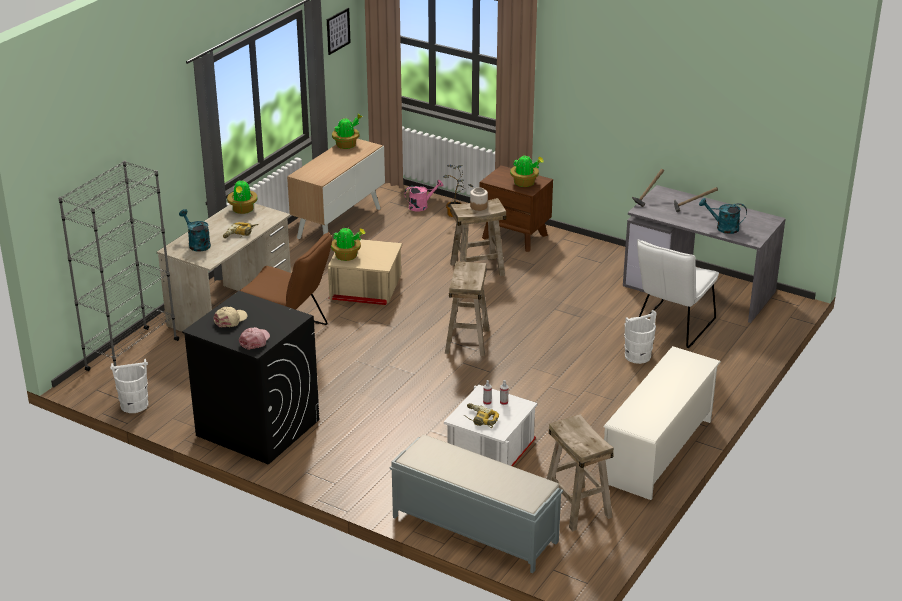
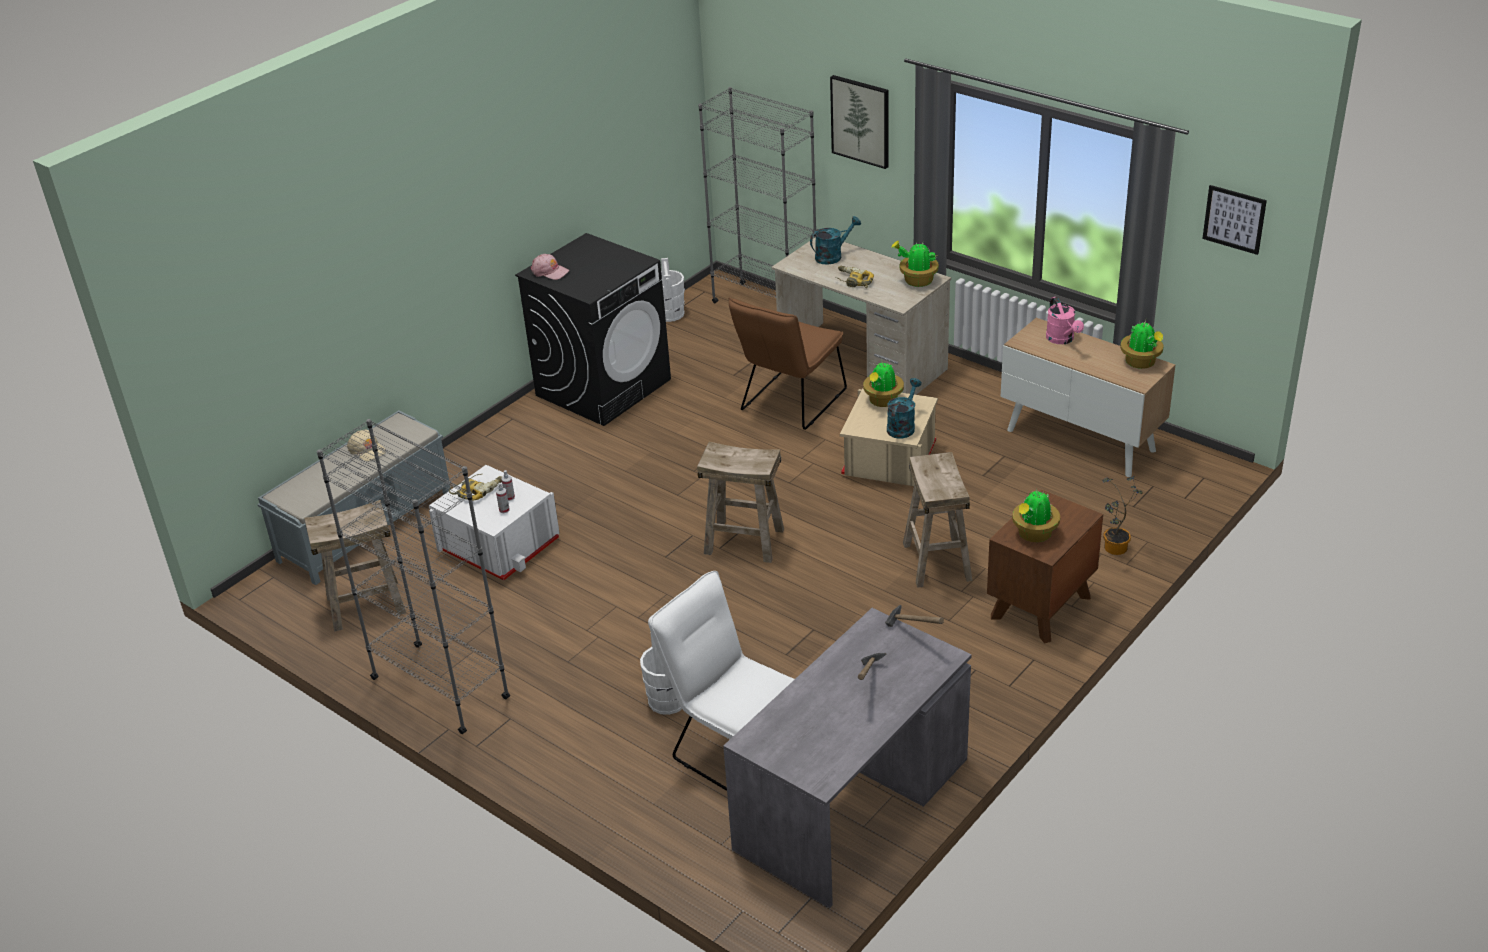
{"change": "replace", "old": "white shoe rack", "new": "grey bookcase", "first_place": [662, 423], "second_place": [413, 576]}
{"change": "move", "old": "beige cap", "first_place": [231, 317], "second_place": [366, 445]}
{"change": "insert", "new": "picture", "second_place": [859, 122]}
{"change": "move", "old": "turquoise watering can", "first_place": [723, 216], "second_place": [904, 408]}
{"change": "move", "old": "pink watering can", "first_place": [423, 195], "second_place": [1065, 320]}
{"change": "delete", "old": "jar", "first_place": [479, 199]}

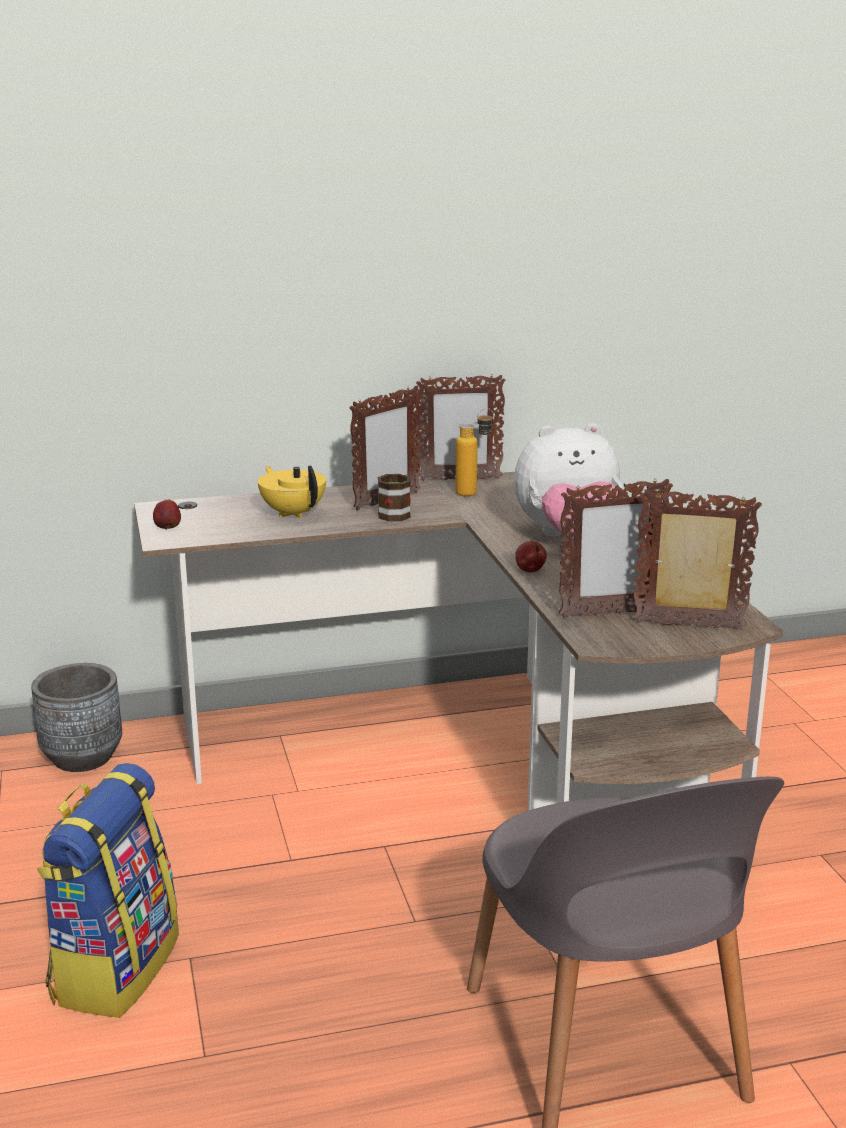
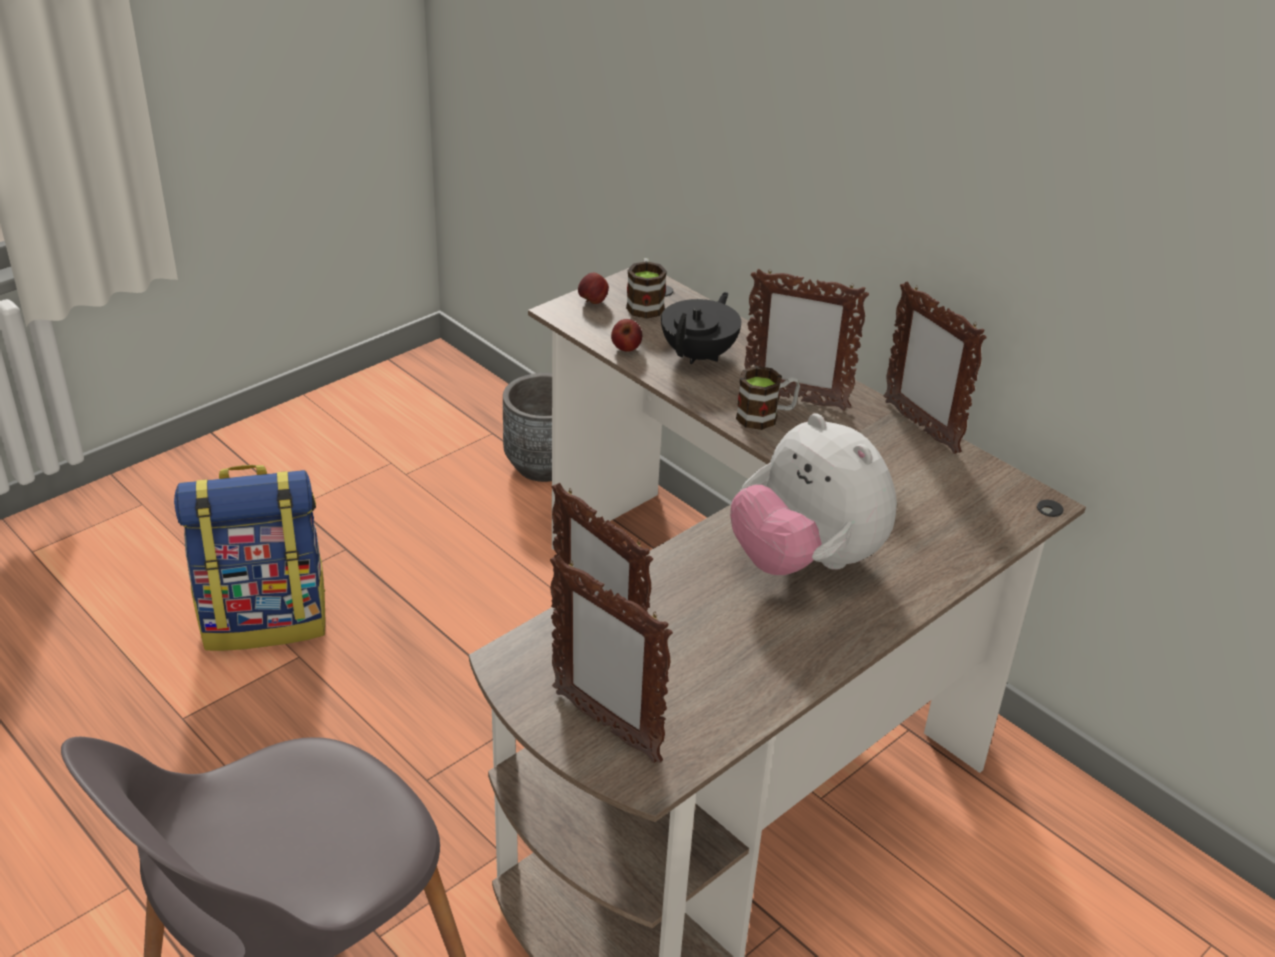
{"change": "rotate", "old": "picture frame", "first_place": [697, 559], "second_place": [611, 659], "degrees": 150}
{"change": "move", "old": "apple", "first_place": [531, 556], "second_place": [626, 335]}
{"change": "insert", "new": "mug", "second_place": [646, 288]}
{"change": "recolor", "old": "yellow teapot", "new": "black teapot", "first_place": [292, 492], "second_place": [701, 328]}
{"change": "delete", "old": "bottle", "first_place": [475, 452]}

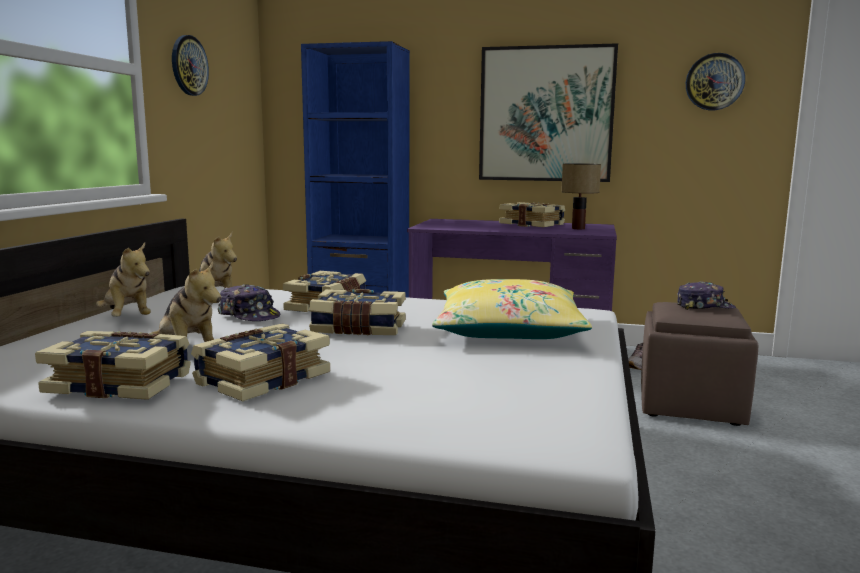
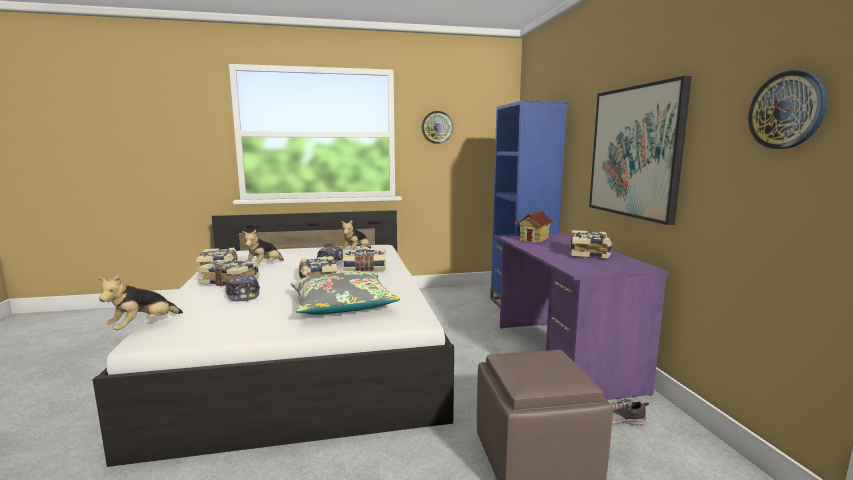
{"change": "move", "old": "plush toy", "first_place": [123, 280], "second_place": [140, 302]}
{"change": "move", "old": "cap", "first_place": [706, 295], "second_place": [243, 288]}
{"change": "recolor", "old": "yellow pillow", "new": "grey pillow", "first_place": [512, 309], "second_place": [345, 293]}
{"change": "insert", "new": "toy house", "second_place": [535, 226]}
{"change": "delete", "old": "table lamp", "first_place": [581, 196]}

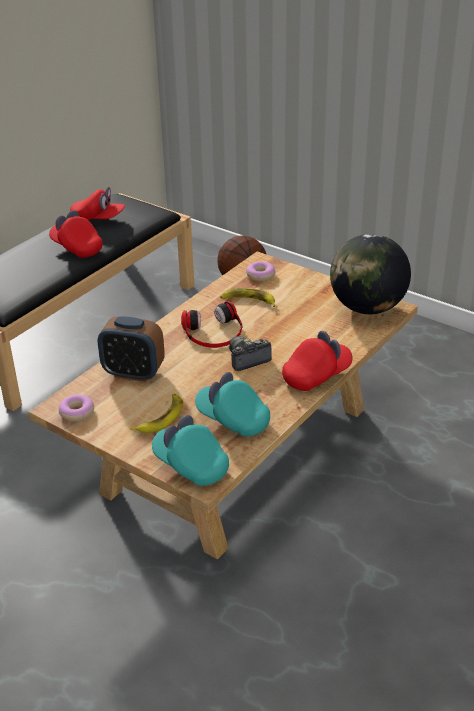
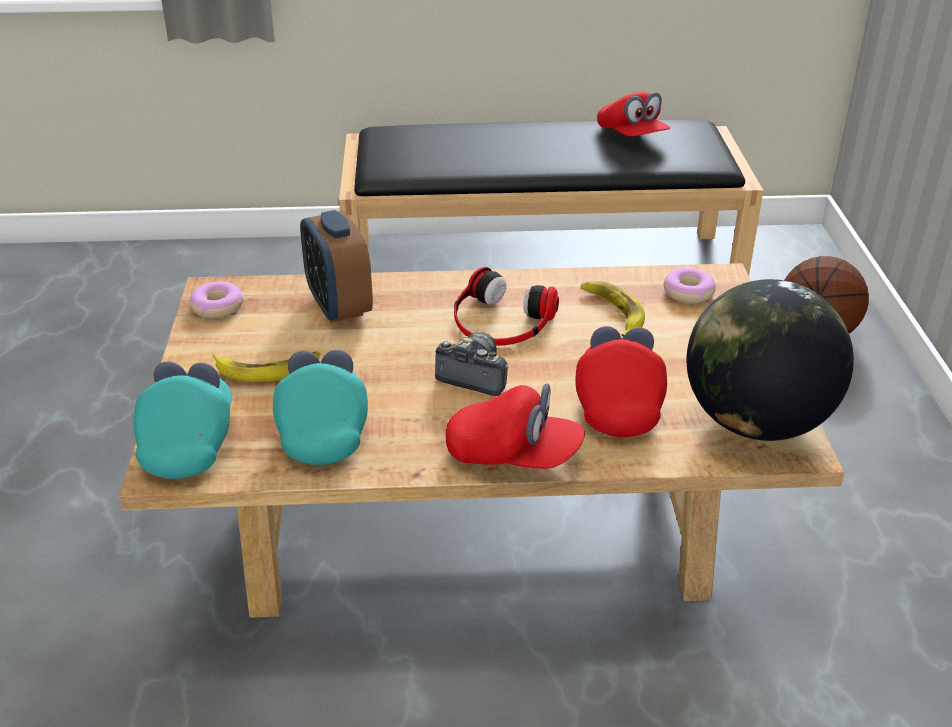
{"change": "move", "old": "red cap", "first_place": [76, 234], "second_place": [621, 381]}

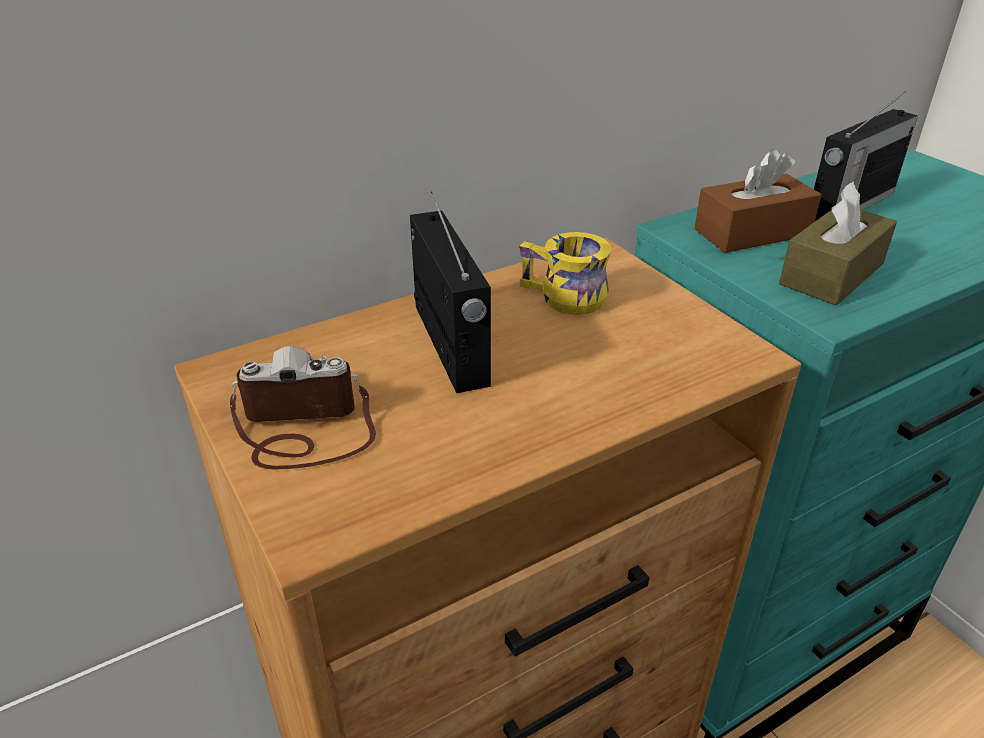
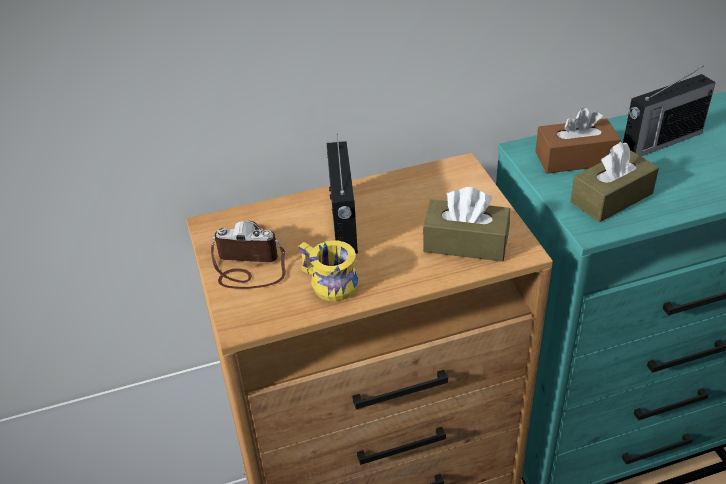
{"change": "move", "old": "yellow mug", "first_place": [565, 273], "second_place": [328, 270]}
{"change": "insert", "new": "brown tissue box", "second_place": [466, 224]}

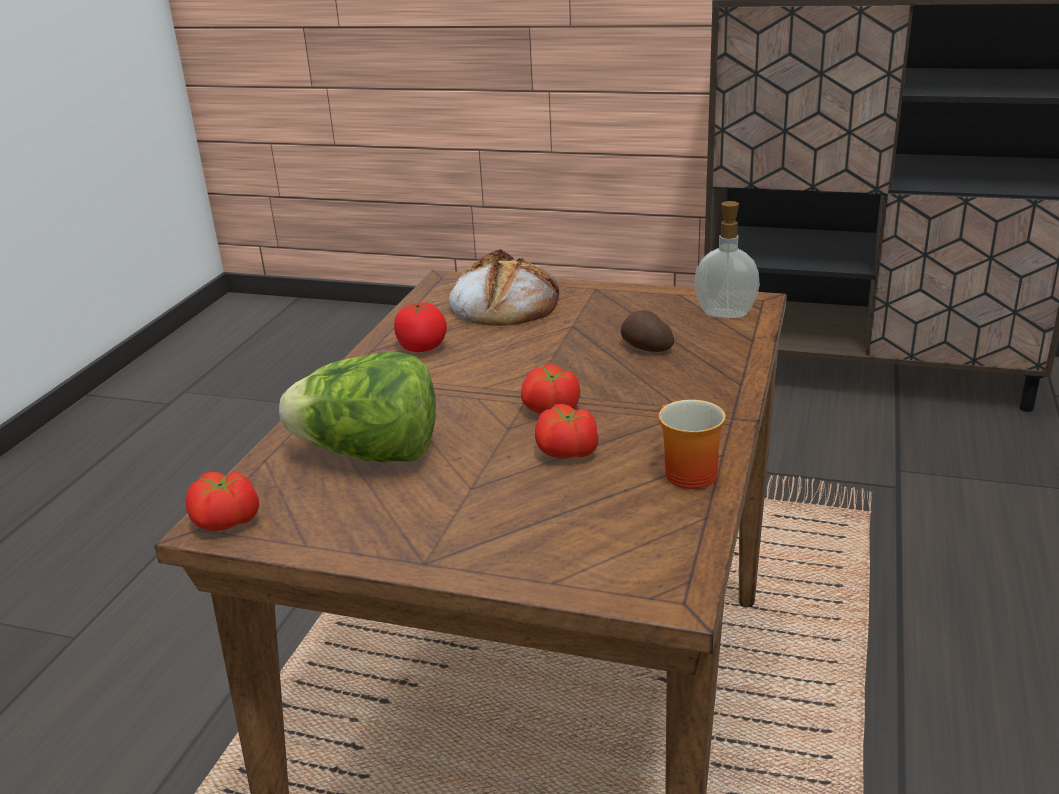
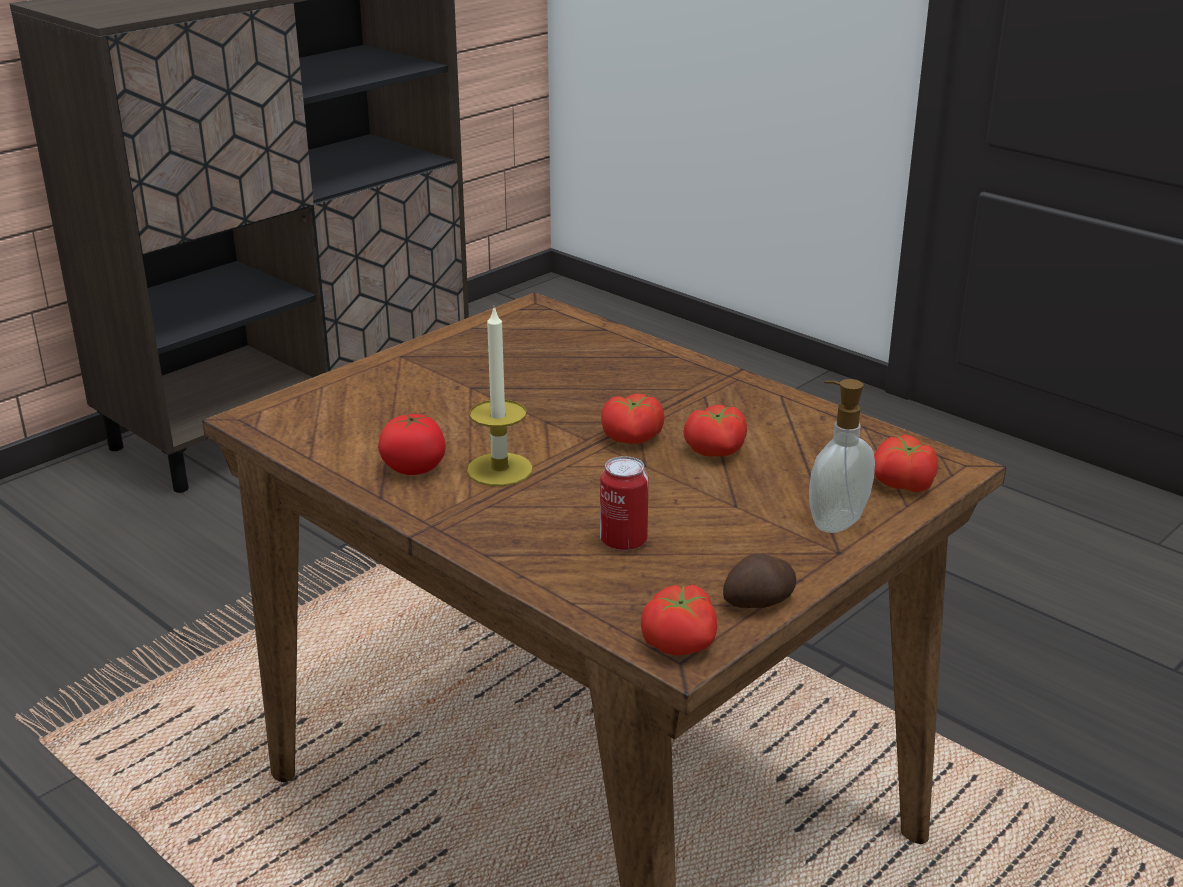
{"change": "insert", "new": "candle", "second_place": [500, 395]}
{"change": "replace", "old": "lettuce", "new": "can", "first_place": [357, 407], "second_place": [624, 503]}
{"change": "move", "old": "potato", "first_place": [647, 331], "second_place": [759, 581]}
{"change": "move", "old": "soap dispenser", "first_place": [727, 259], "second_place": [842, 456]}
{"change": "insert", "new": "tomato", "second_place": [906, 463]}
{"change": "delete", "old": "bread", "first_place": [504, 287]}
{"change": "delete", "old": "mug", "first_place": [692, 444]}

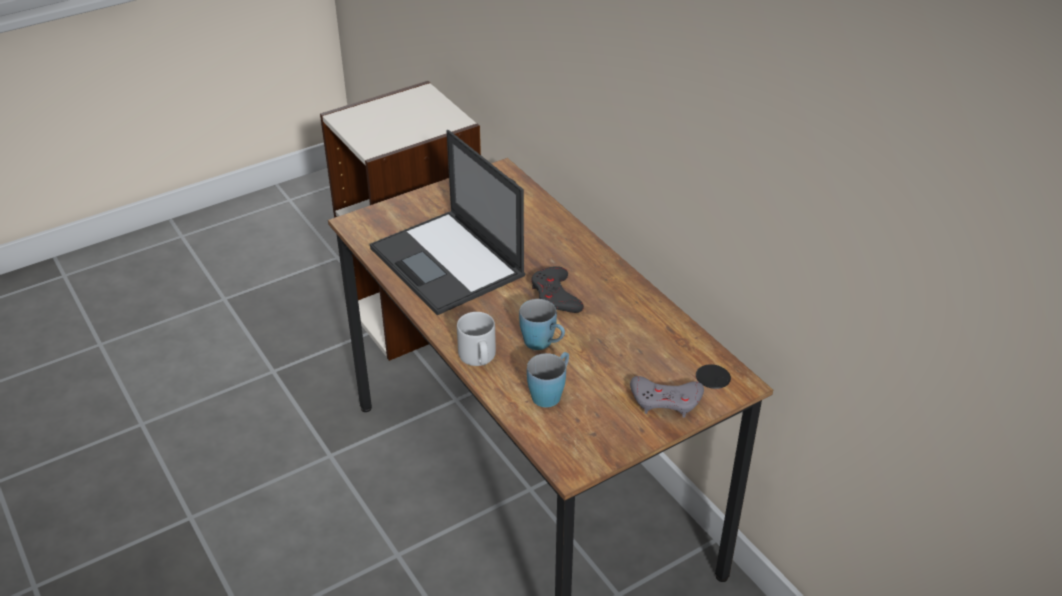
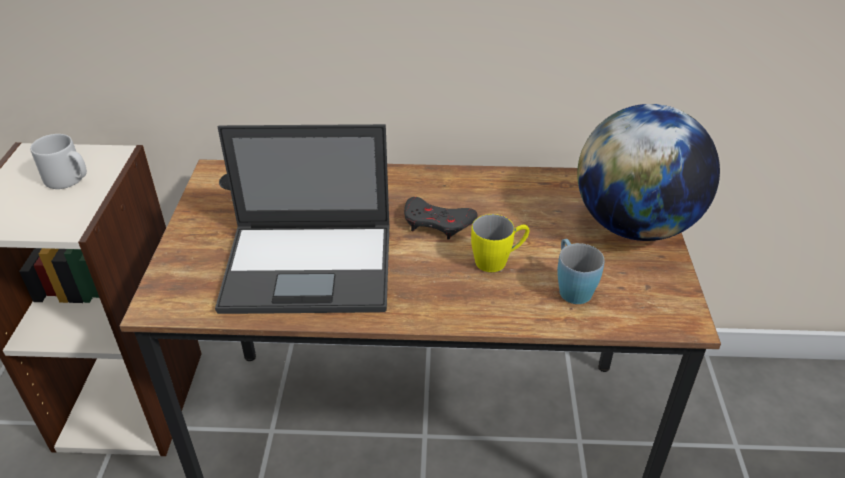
{"change": "move", "old": "grey mug", "first_place": [476, 339], "second_place": [58, 161]}
{"change": "recolor", "old": "blue mug", "new": "yellow mug", "first_place": [542, 324], "second_place": [500, 243]}
{"change": "replace", "old": "grey game controller", "new": "globe", "first_place": [667, 396], "second_place": [648, 172]}

